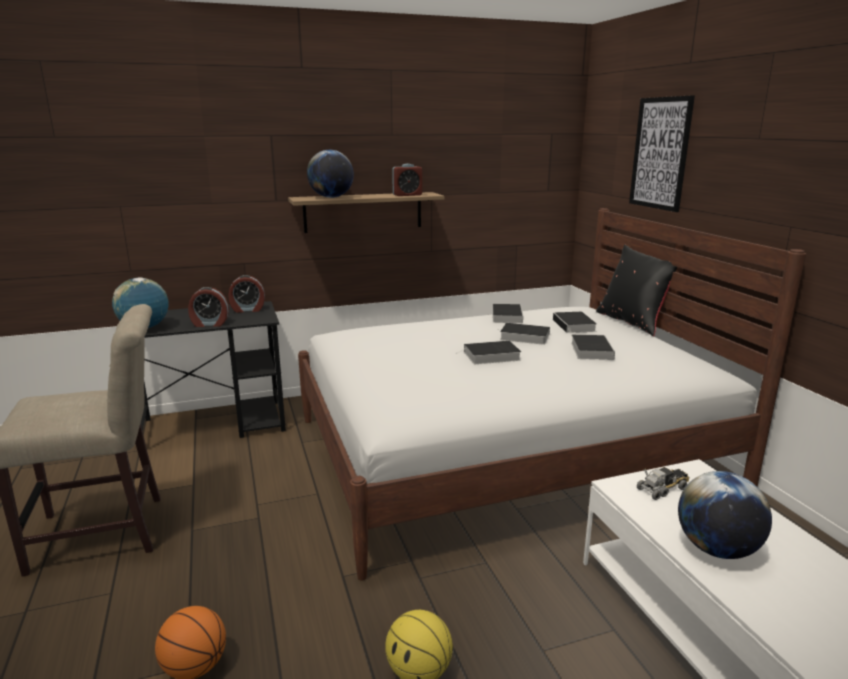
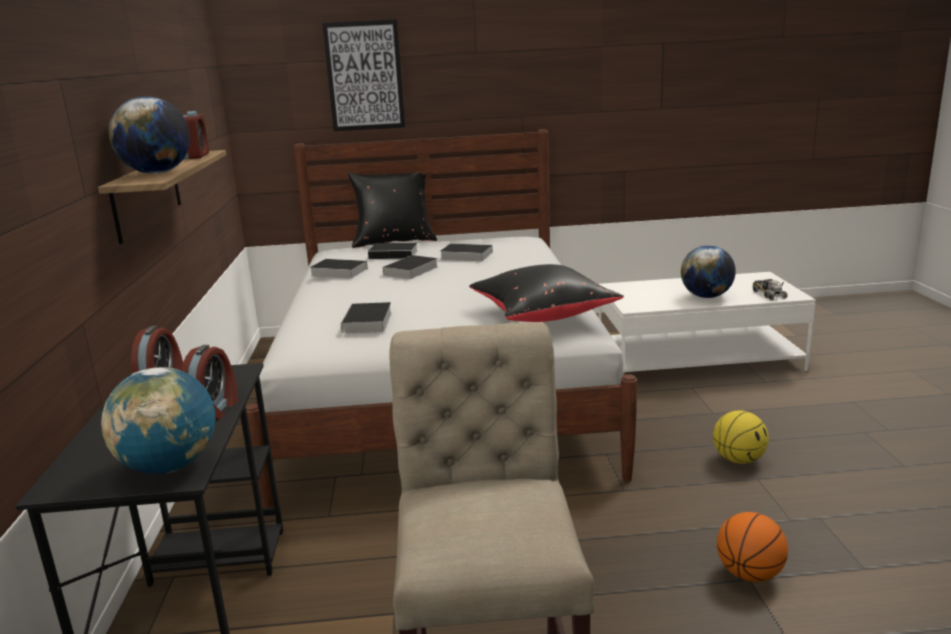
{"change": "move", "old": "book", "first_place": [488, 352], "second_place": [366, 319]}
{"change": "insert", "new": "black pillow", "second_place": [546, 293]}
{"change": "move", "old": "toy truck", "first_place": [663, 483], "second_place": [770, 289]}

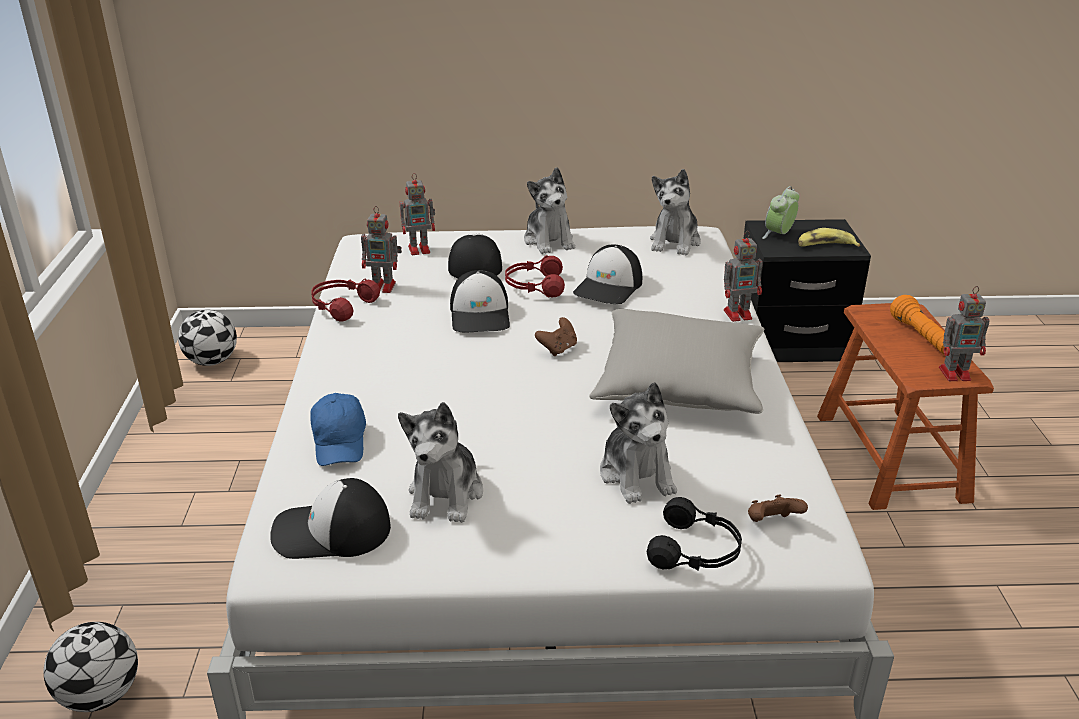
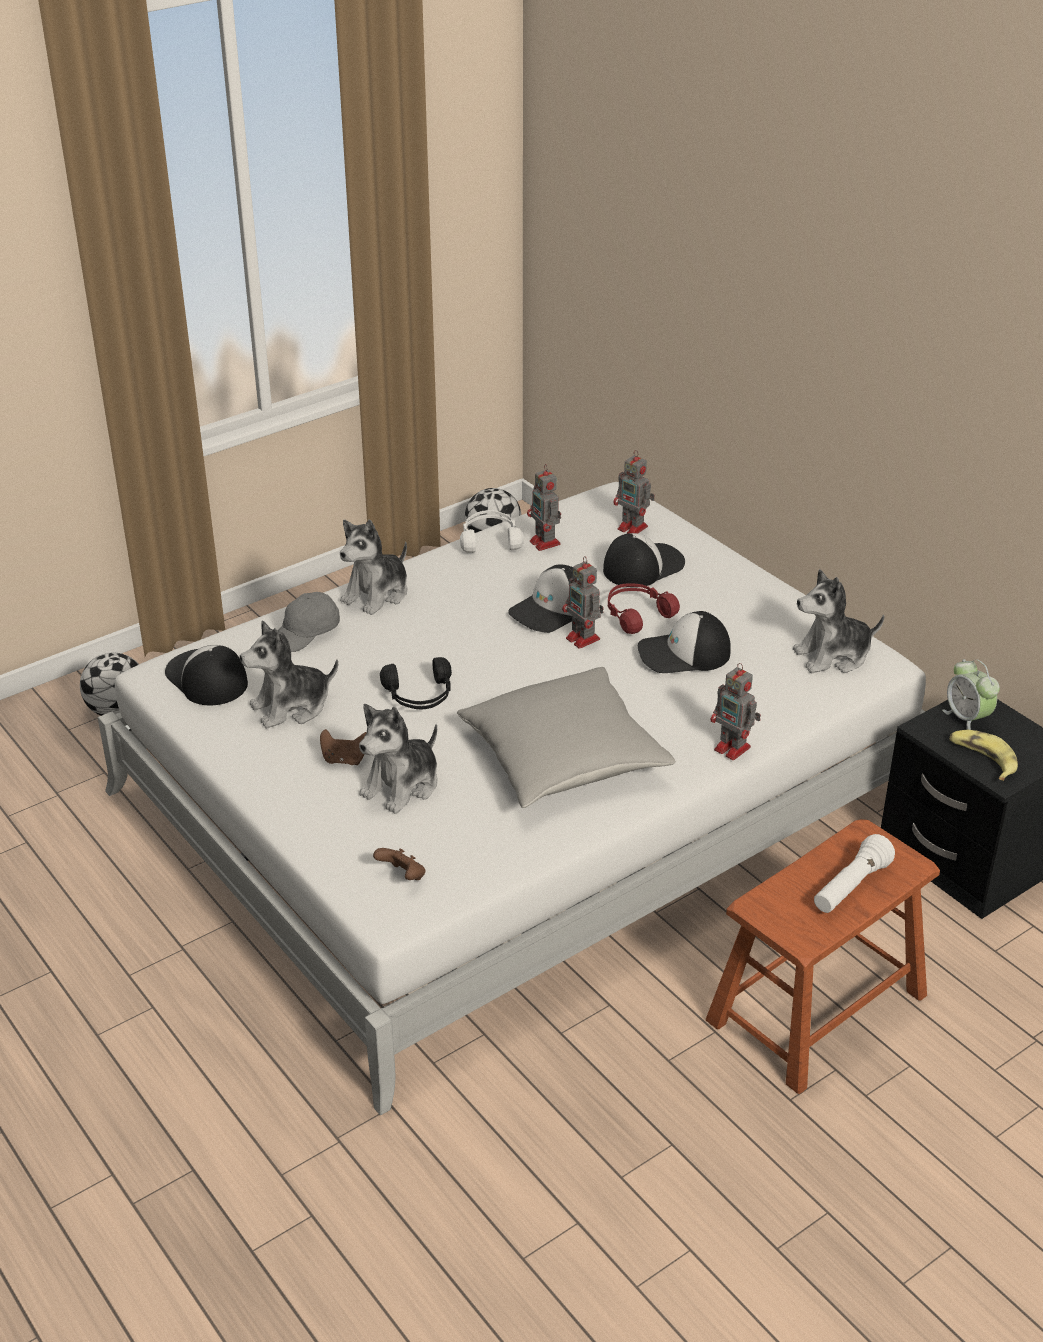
{"change": "recolor", "old": "blue cap", "new": "grey cap", "first_place": [338, 429], "second_place": [309, 622]}
{"change": "move", "old": "brown game controller", "first_place": [556, 336], "second_place": [343, 747]}
{"change": "move", "old": "plush toy", "first_place": [549, 211], "second_place": [373, 567]}
{"change": "move", "old": "black headphones", "first_place": [694, 533], "second_place": [416, 683]}
{"change": "recolor", "old": "red headphones", "new": "white headphones", "first_place": [345, 300], "second_place": [492, 531]}
{"change": "move", "old": "toy robot", "first_place": [964, 333], "second_place": [583, 602]}
{"change": "recolor", "old": "orange flashlight", "new": "white flashlight", "first_place": [918, 324], "second_place": [854, 873]}
{"change": "rotate", "old": "alarm clock", "first_place": [780, 212], "second_place": [971, 694], "degrees": -120}

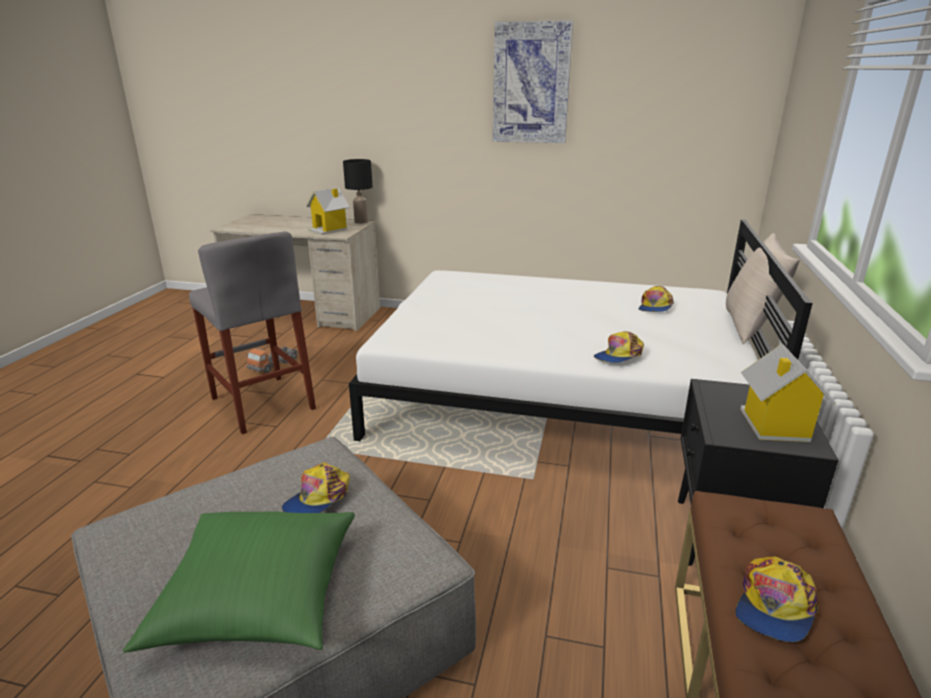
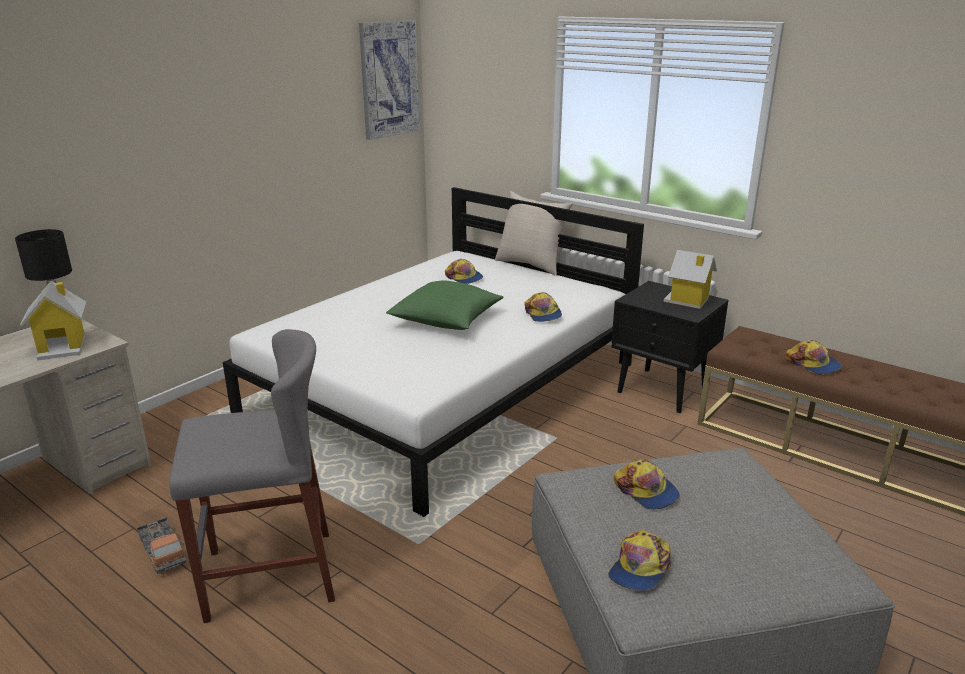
{"change": "move", "old": "picture", "first_place": [533, 81], "second_place": [389, 80]}
{"change": "move", "old": "green pillow", "first_place": [239, 582], "second_place": [445, 305]}
{"change": "insert", "new": "cap", "second_place": [640, 560]}

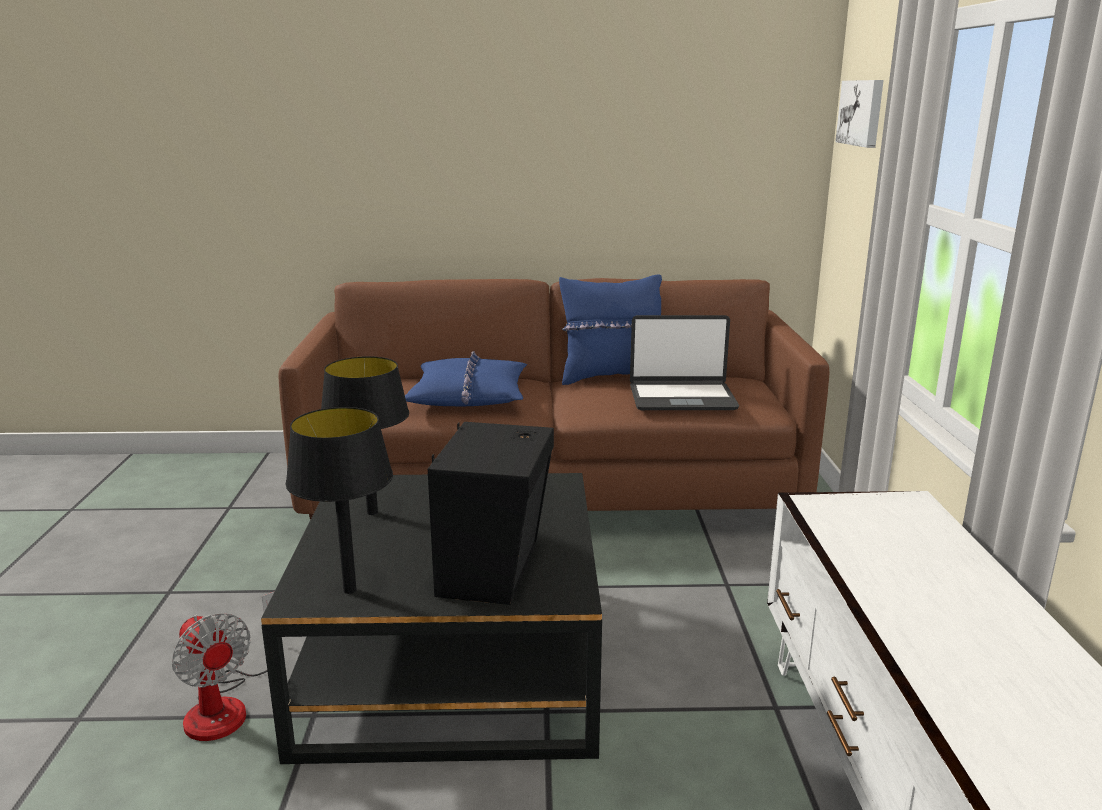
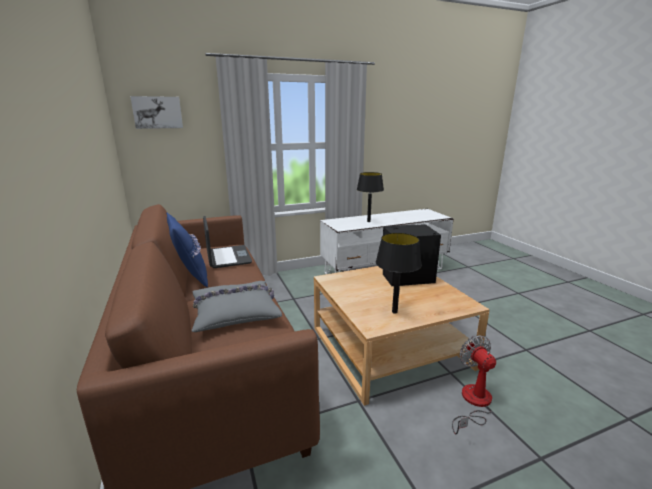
{"change": "recolor", "old": "blue pillow", "new": "grey pillow", "first_place": [466, 378], "second_place": [237, 306]}
{"change": "recolor", "old": "black coffee table", "new": "beige coffee table", "first_place": [431, 618], "second_place": [402, 336]}
{"change": "move", "old": "black table lamp", "first_place": [339, 500], "second_place": [370, 197]}
{"change": "rotate", "old": "fan", "first_place": [222, 666], "second_place": [474, 385], "degrees": -45}

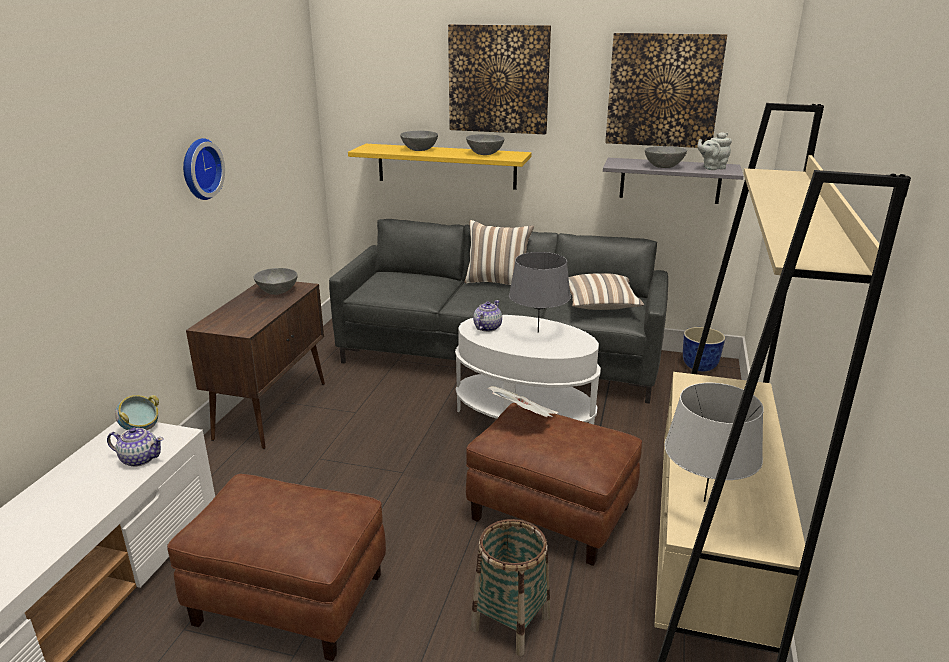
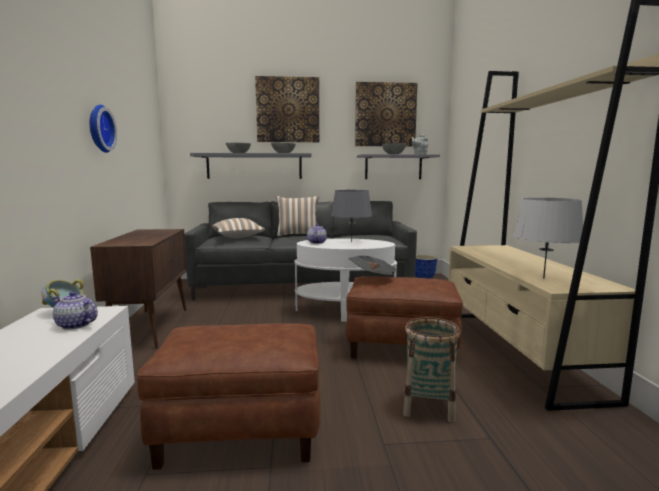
{"change": "rotate", "old": "teapot", "first_place": [135, 447], "second_place": [74, 310], "degrees": -150}
{"change": "recolor", "old": "yellow shelf", "new": "grey shelf", "first_place": [439, 167], "second_place": [251, 166]}
{"change": "move", "old": "pillow", "first_place": [606, 291], "second_place": [238, 228]}
{"change": "delete", "old": "grey bowl", "first_place": [276, 281]}

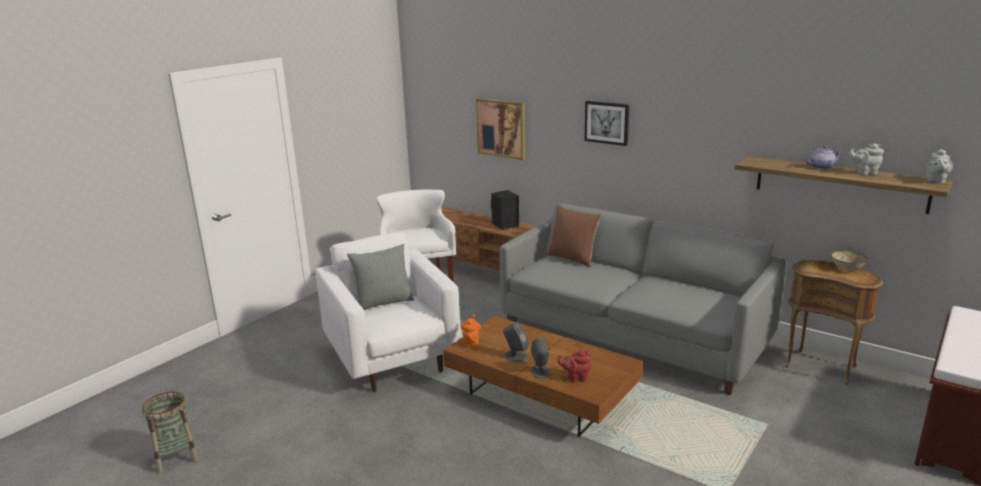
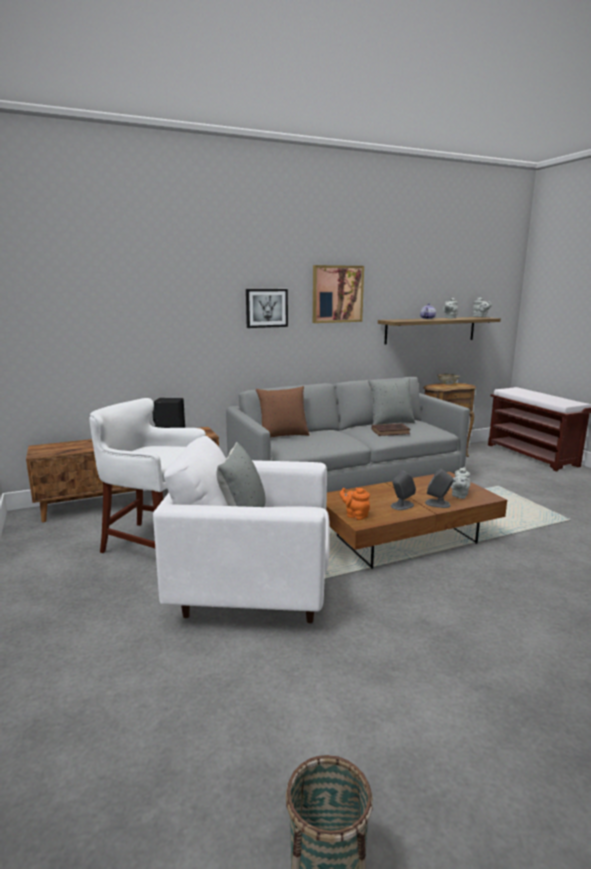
{"change": "move", "old": "picture", "first_place": [500, 129], "second_place": [338, 294]}
{"change": "insert", "new": "grey pillow", "second_place": [391, 401]}
{"change": "insert", "new": "brown book", "second_place": [391, 429]}
{"change": "recolor", "old": "red teapot", "new": "grey teapot", "first_place": [574, 366], "second_place": [461, 483]}

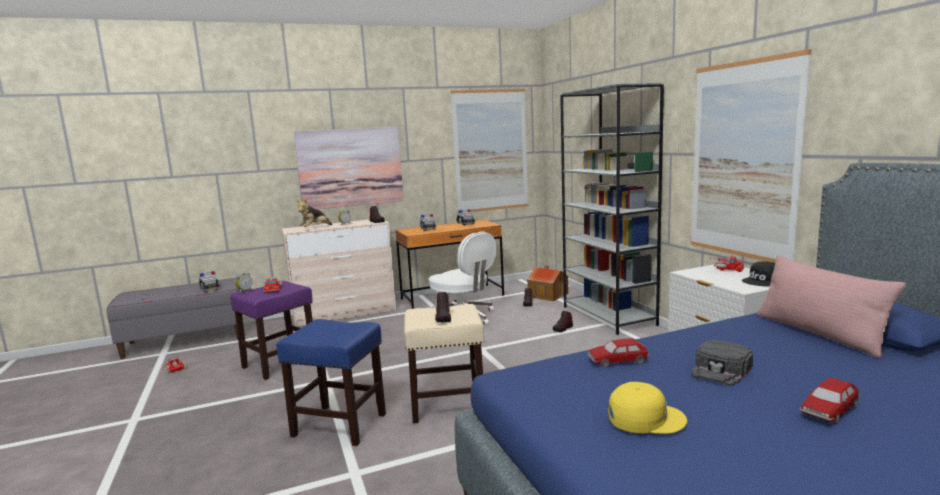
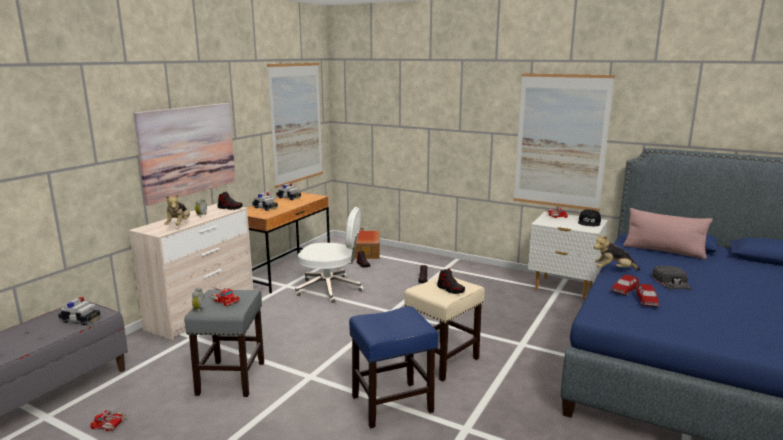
{"change": "recolor", "old": "purple stool", "new": "grey stool", "first_place": [271, 330], "second_place": [224, 343]}
{"change": "insert", "new": "plush toy", "second_place": [617, 252]}
{"change": "move", "old": "toy car", "first_place": [829, 400], "second_place": [648, 295]}
{"change": "delete", "old": "grey bookcase", "first_place": [612, 209]}
{"change": "delete", "old": "yellow cap", "first_place": [647, 408]}

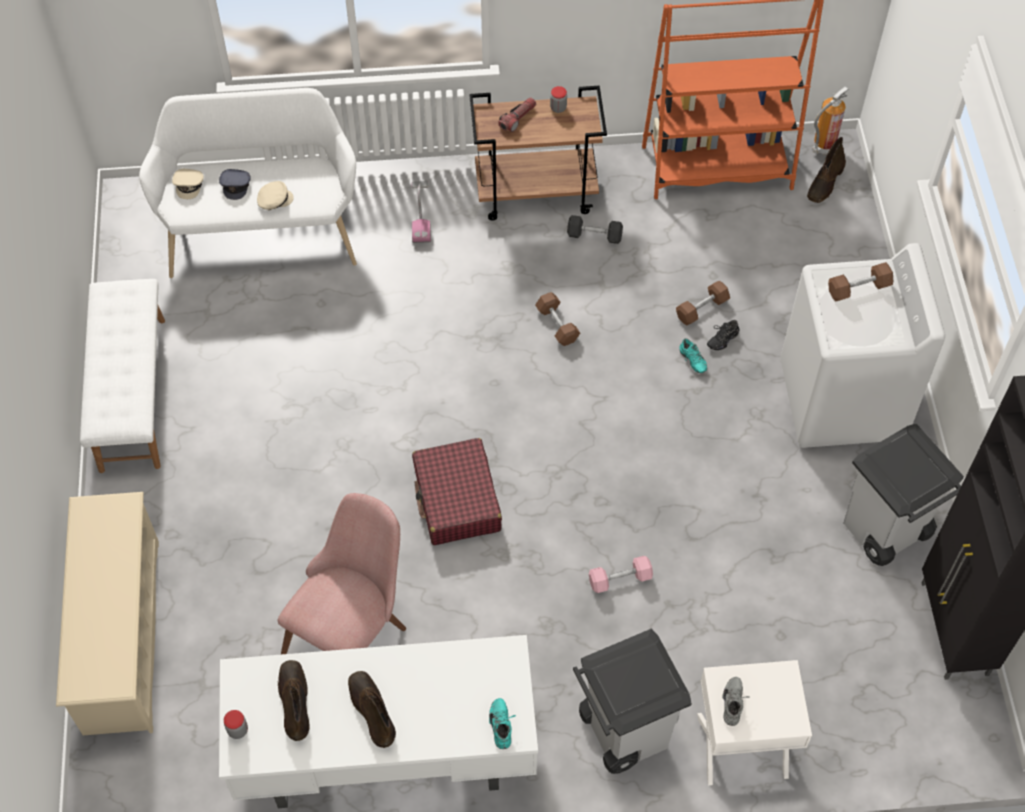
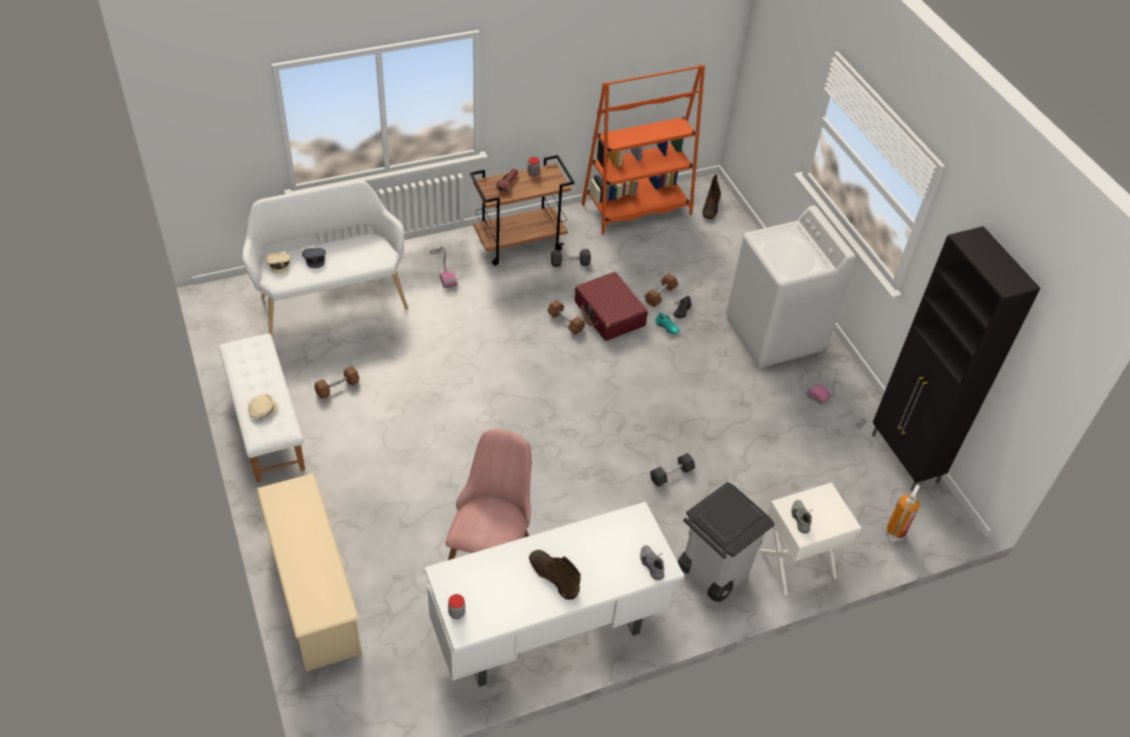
{"change": "move", "old": "beige cap", "first_place": [275, 195], "second_place": [263, 406]}
{"change": "move", "old": "brown dumbbell", "first_place": [860, 281], "second_place": [336, 382]}
{"change": "move", "old": "red suitcase", "first_place": [457, 491], "second_place": [611, 306]}
{"change": "recolor", "old": "turquoise shoe", "new": "grey shoe", "first_place": [502, 723], "second_place": [652, 562]}
{"change": "recolor", "old": "pink dumbbell", "new": "grey dumbbell", "first_place": [621, 574], "second_place": [672, 470]}
{"change": "replace", "old": "grey trash can", "new": "vacuum cleaner", "first_place": [903, 494], "second_place": [836, 404]}
{"change": "move", "old": "fire extinguisher", "first_place": [830, 120], "second_place": [902, 513]}
{"change": "delete", "old": "brown boot", "first_place": [294, 700]}

